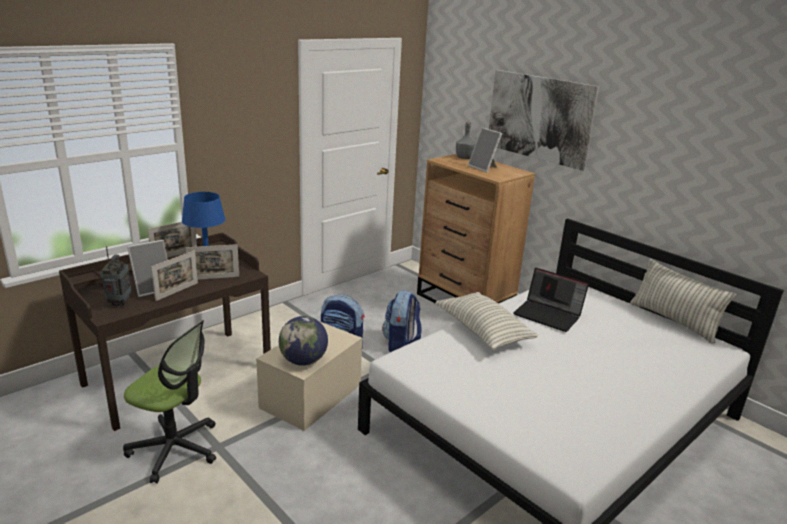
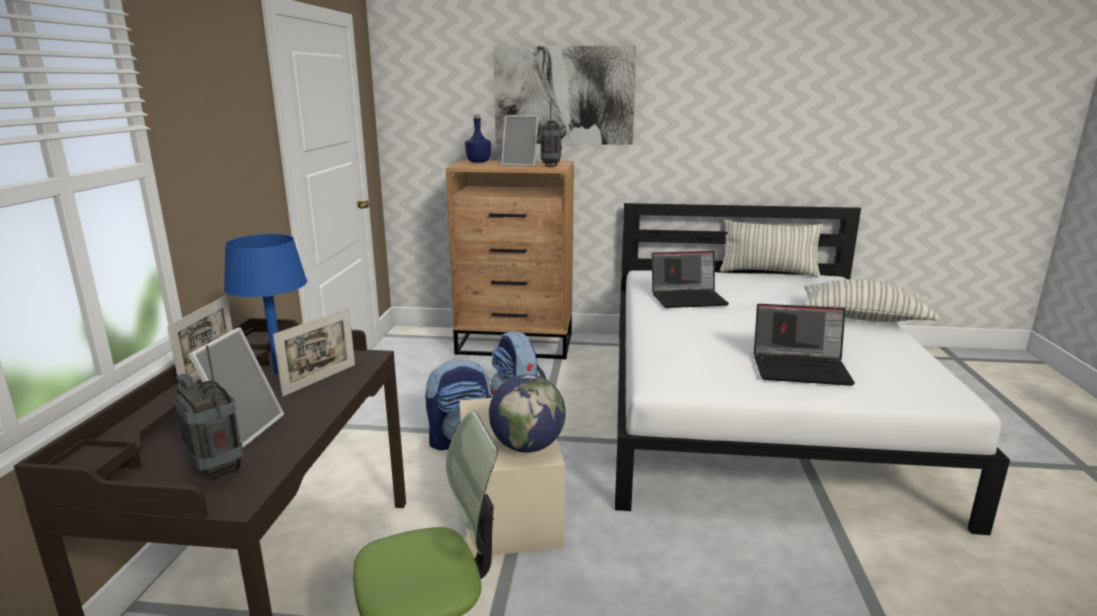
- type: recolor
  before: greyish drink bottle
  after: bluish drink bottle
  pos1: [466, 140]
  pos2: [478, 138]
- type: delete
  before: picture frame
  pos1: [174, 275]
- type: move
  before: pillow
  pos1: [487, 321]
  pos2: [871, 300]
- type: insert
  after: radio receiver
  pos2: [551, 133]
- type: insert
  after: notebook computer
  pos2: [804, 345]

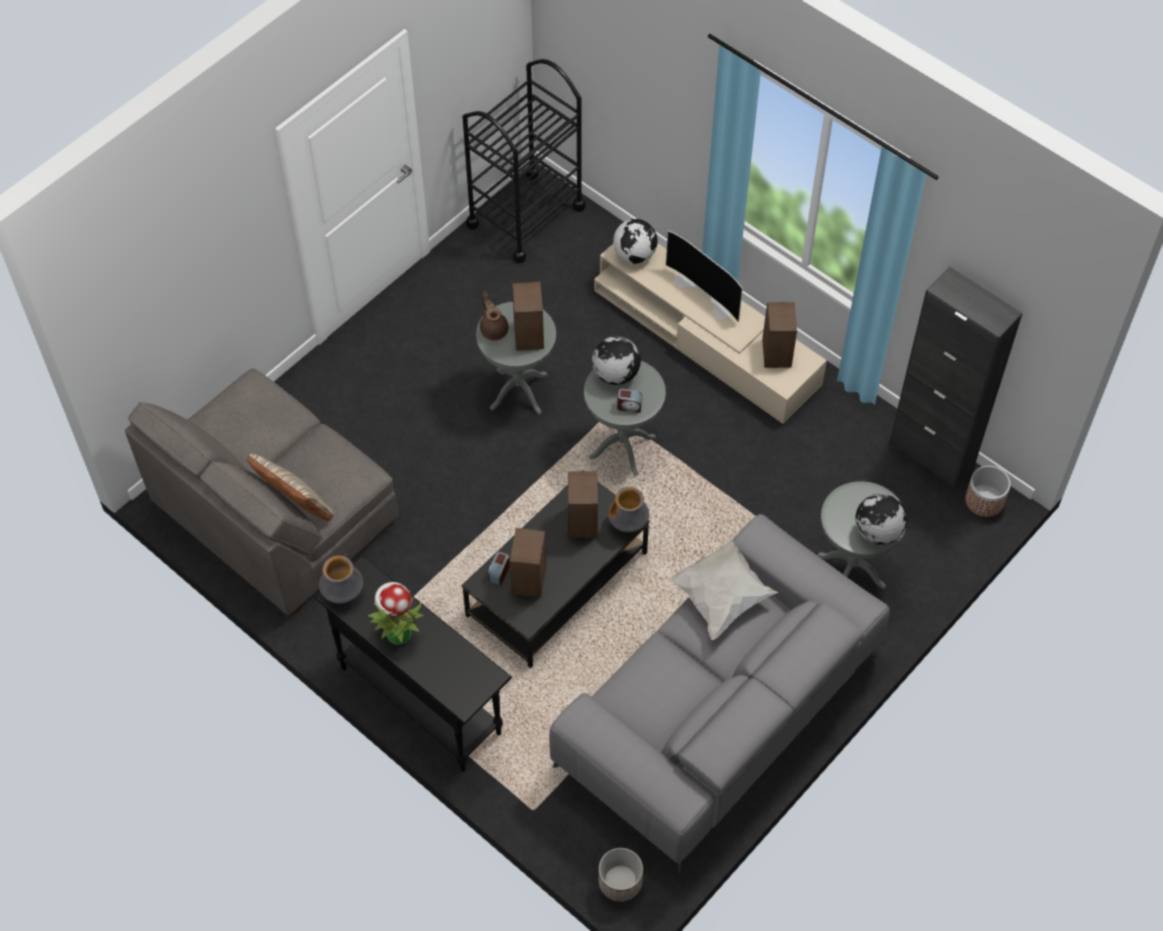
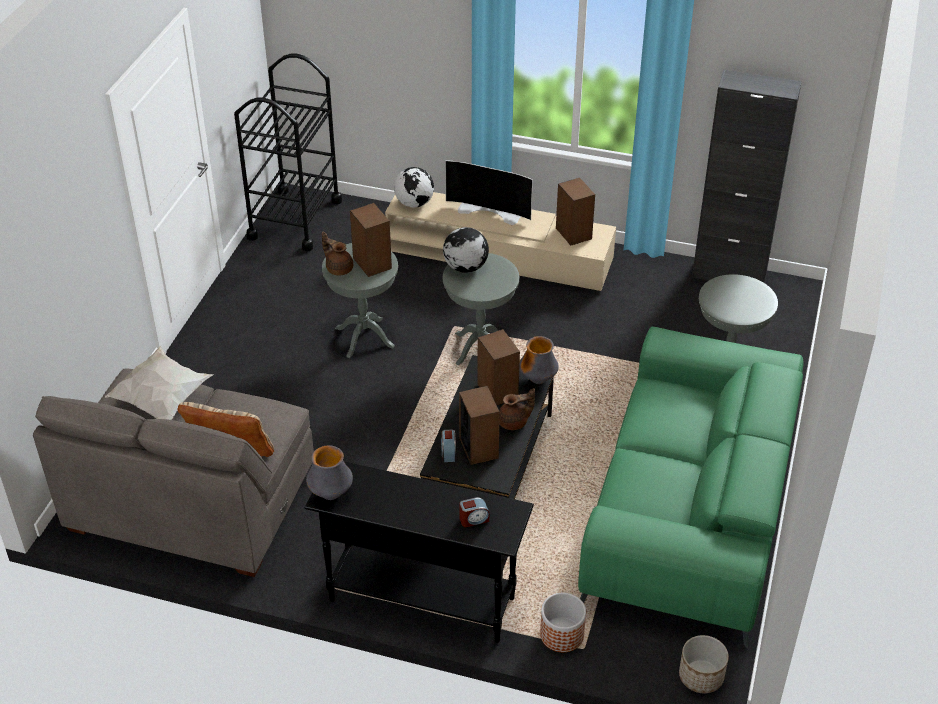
- type: move
  before: alarm clock
  pos1: [629, 400]
  pos2: [474, 512]
- type: move
  before: planter
  pos1: [988, 491]
  pos2: [563, 622]
- type: delete
  before: world globe
  pos1: [881, 519]
- type: recolor
  before: greyish sofa
  after: greenish sofa
  pos1: [719, 693]
  pos2: [691, 487]
- type: move
  before: white-coloured pillow
  pos1: [722, 588]
  pos2: [159, 383]
- type: delete
  before: houseplant
  pos1: [396, 613]
- type: insert
  after: brown teapot
  pos2: [517, 409]

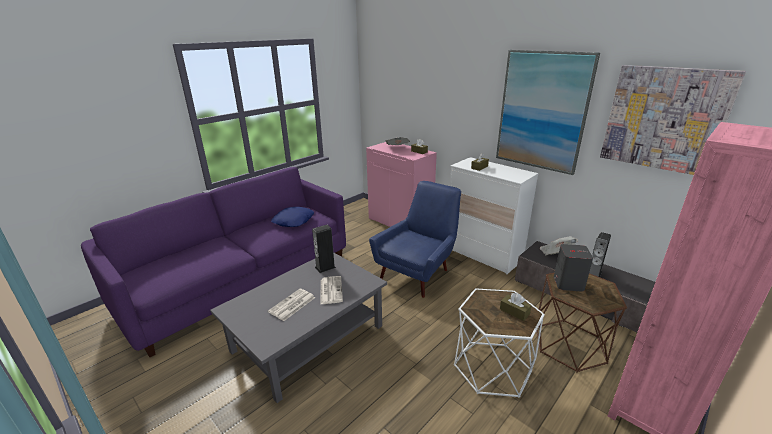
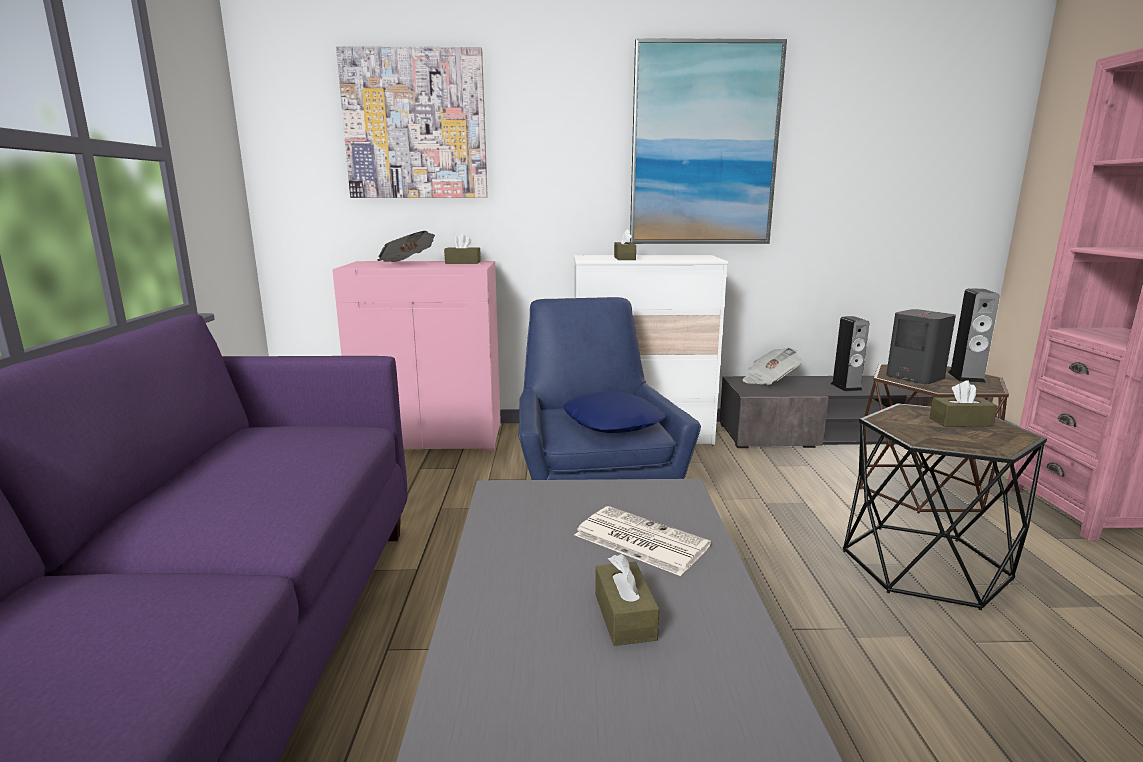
- type: move
  before: wall picture
  pos1: [673, 120]
  pos2: [412, 122]
- type: move
  before: bluish pillow
  pos1: [292, 217]
  pos2: [614, 412]
- type: move
  before: speaker
  pos1: [324, 249]
  pos2: [974, 335]
- type: recolor
  before: white-coloured accent table
  after: blackish accent table
  pos1: [499, 343]
  pos2: [945, 506]
- type: replace
  before: newspaper
  after: brown tissue holder
  pos1: [291, 305]
  pos2: [627, 600]

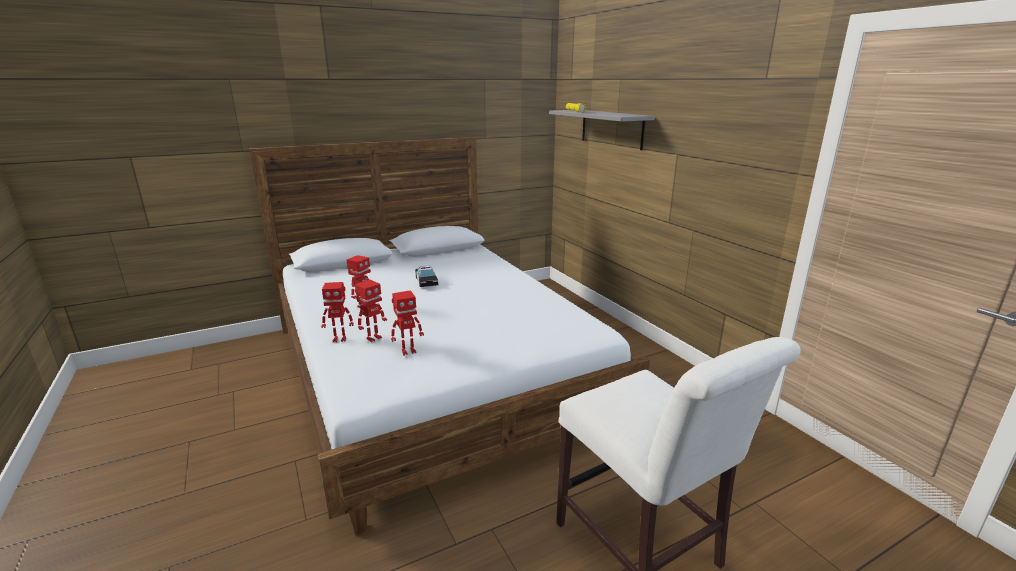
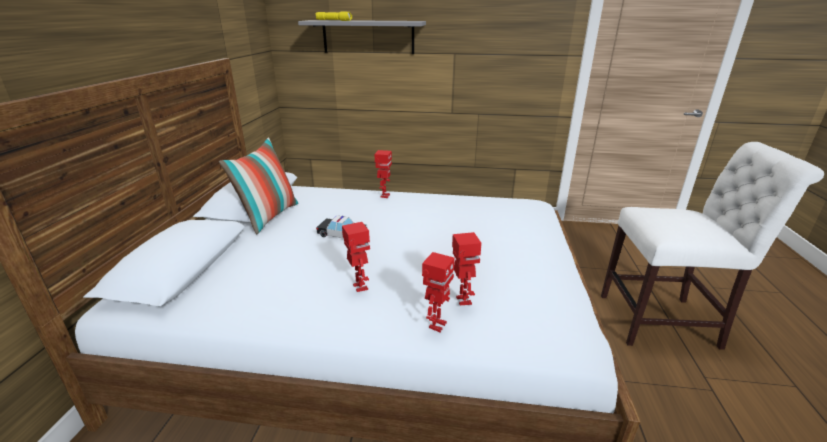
- type: move
  before: robot figure
  pos1: [407, 323]
  pos2: [383, 174]
- type: insert
  after: pillow
  pos2: [259, 185]

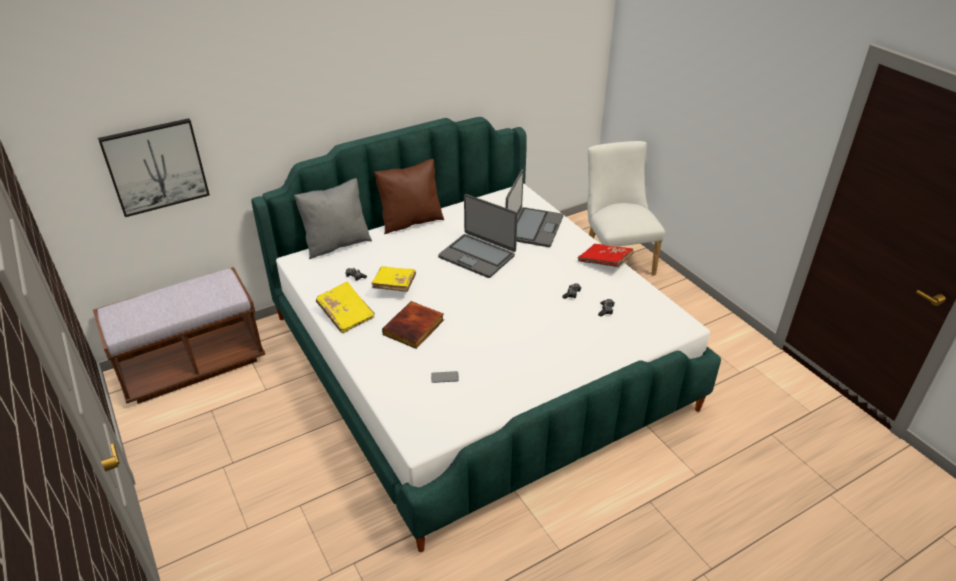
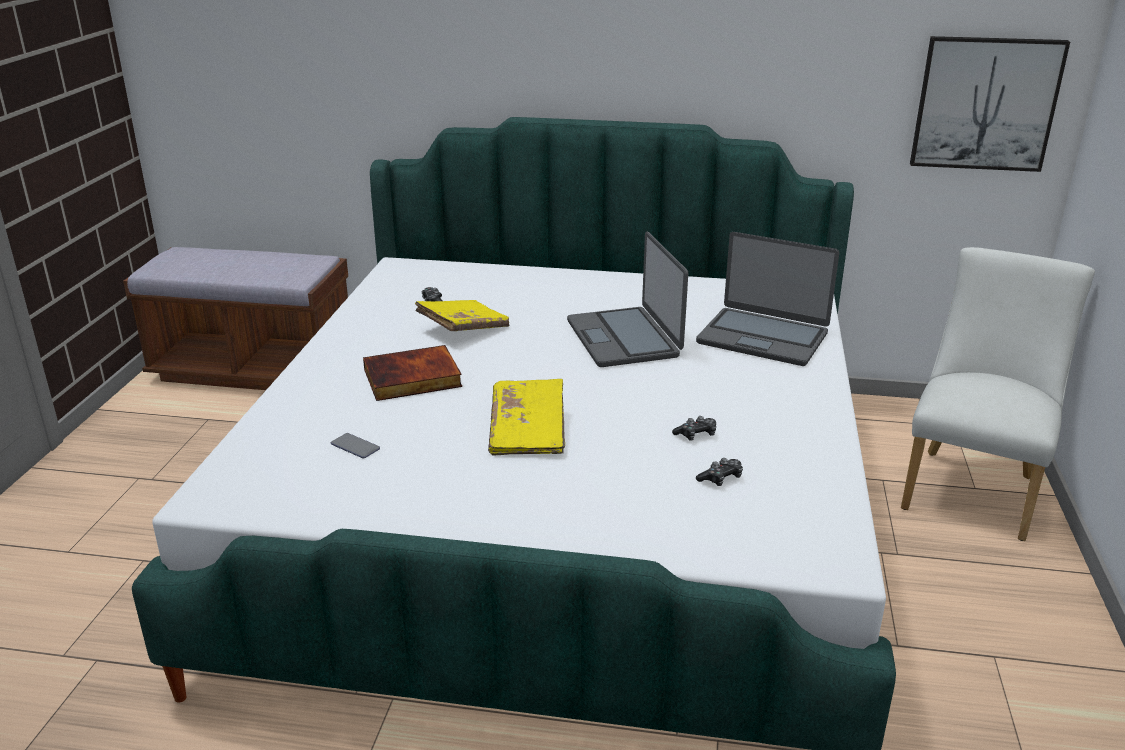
- type: move
  before: wall picture
  pos1: [154, 167]
  pos2: [990, 104]
- type: delete
  before: brown pillow
  pos1: [409, 196]
- type: rotate
  before: notebook computer
  pos1: [534, 208]
  pos2: [767, 299]
  turn: 60
- type: delete
  before: greyish pillow
  pos1: [333, 218]
- type: delete
  before: reddish volume
  pos1: [606, 255]
- type: move
  before: yellowish volume
  pos1: [345, 307]
  pos2: [526, 417]

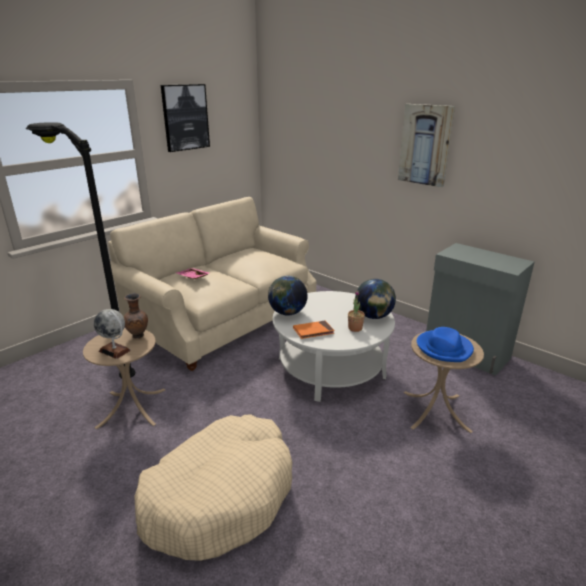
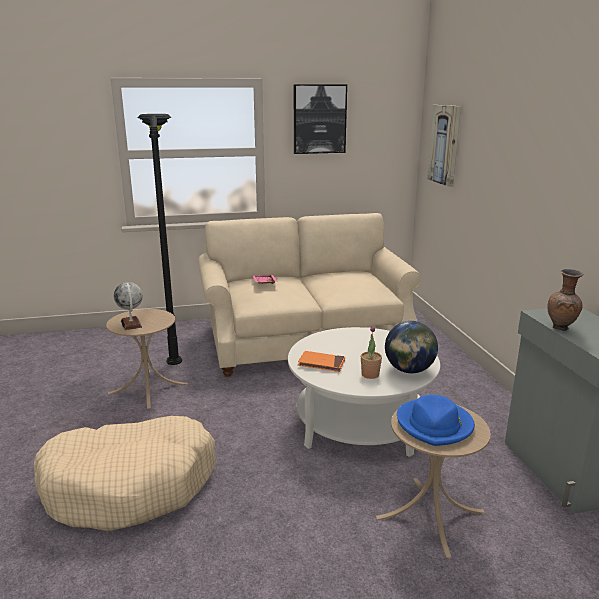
- type: move
  before: wall picture
  pos1: [426, 145]
  pos2: [444, 146]
- type: delete
  before: world globe
  pos1: [288, 295]
- type: move
  before: brown vase
  pos1: [136, 315]
  pos2: [565, 300]

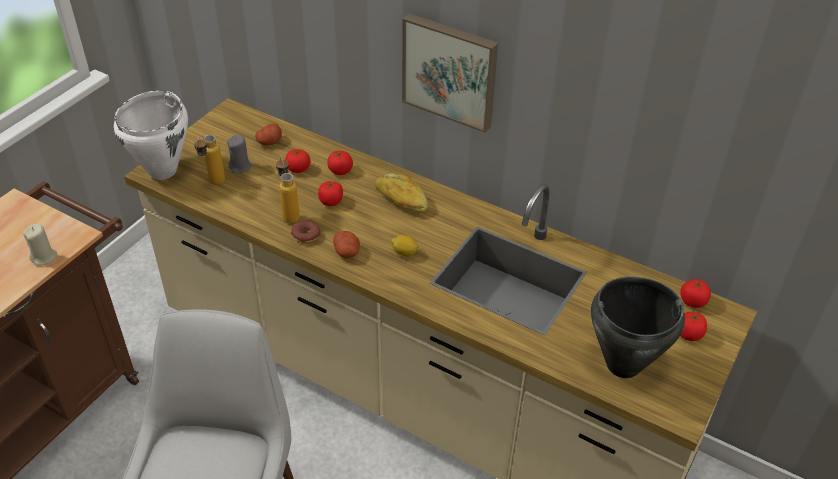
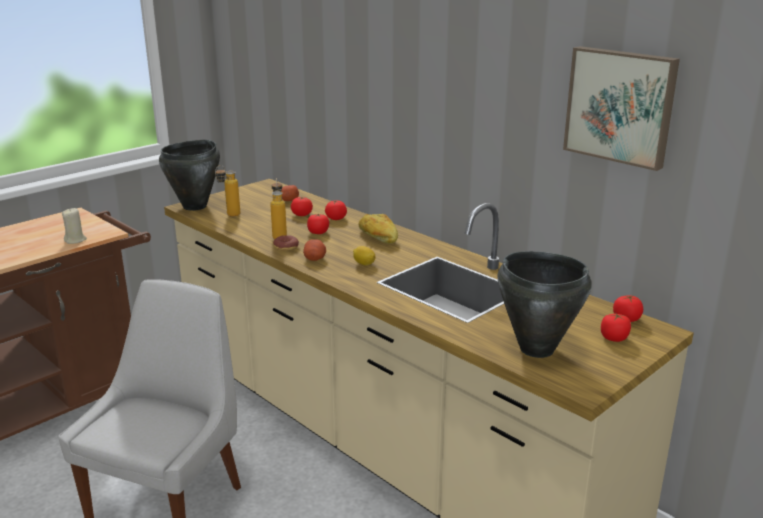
- type: move
  before: wall picture
  pos1: [450, 73]
  pos2: [621, 108]
- type: recolor
  before: white-coloured stockpot
  after: blackish stockpot
  pos1: [151, 135]
  pos2: [189, 175]
- type: delete
  before: greyish wax light
  pos1: [239, 154]

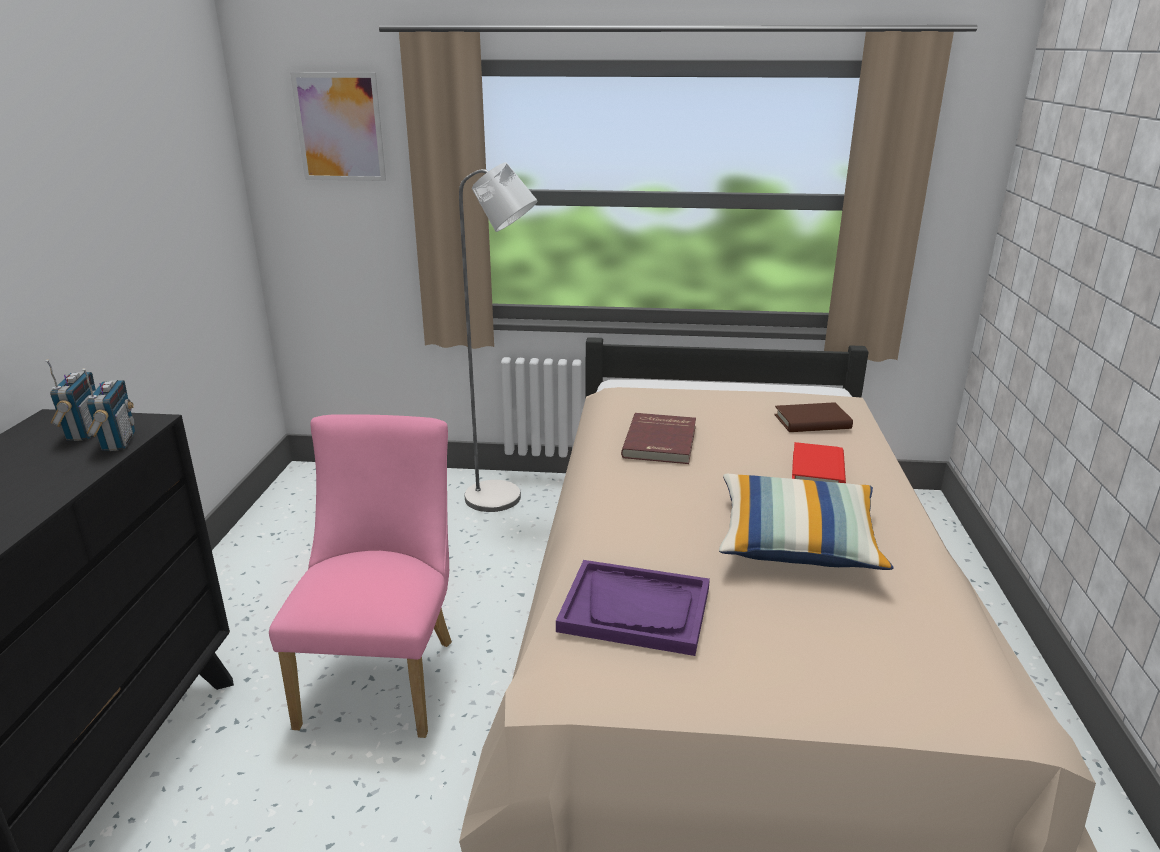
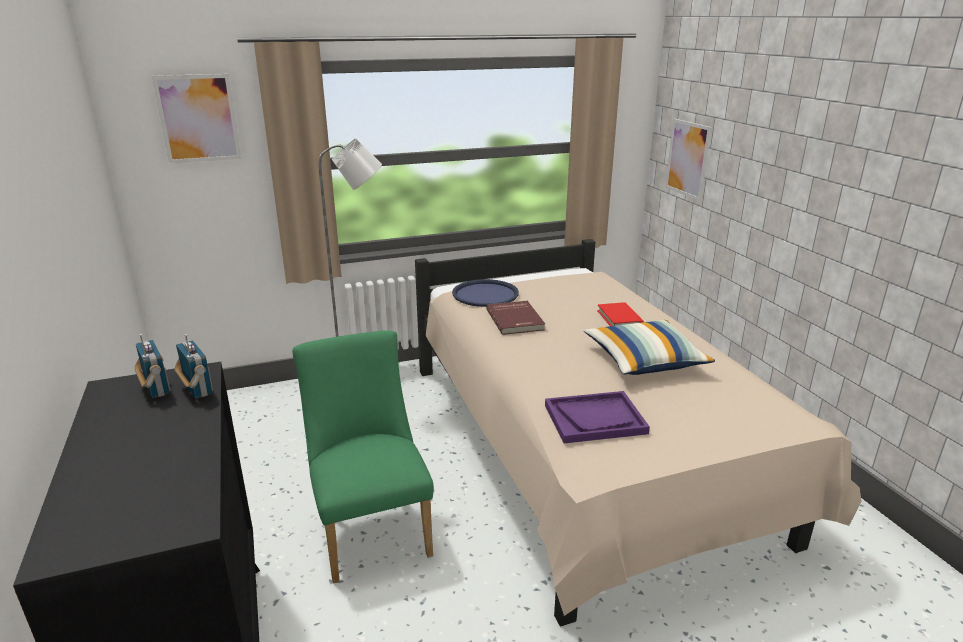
- type: delete
  before: brown volume
  pos1: [813, 417]
- type: recolor
  before: pink plain chair
  after: greenish plain chair
  pos1: [360, 576]
  pos2: [363, 457]
- type: insert
  after: wall picture
  pos2: [688, 160]
- type: insert
  after: bluish tray
  pos2: [485, 293]

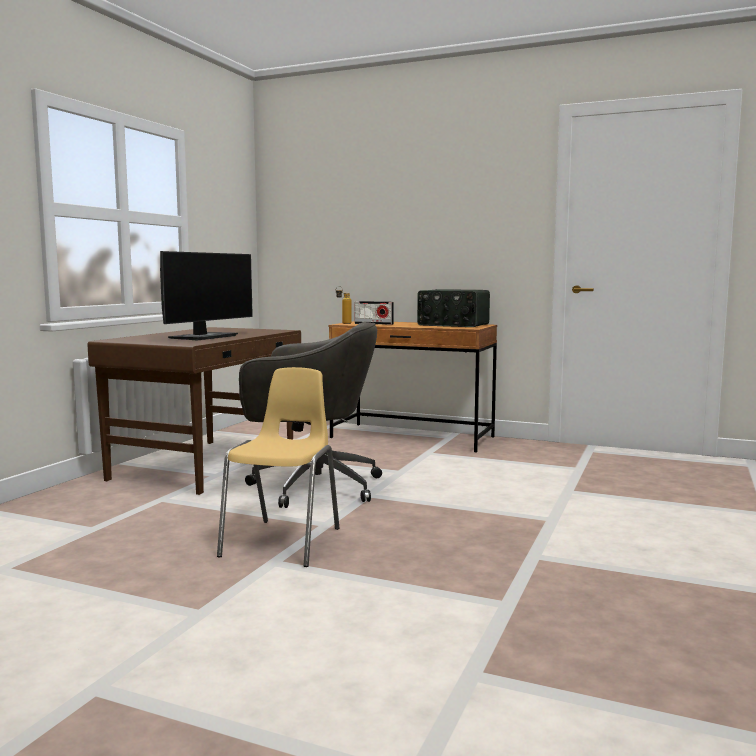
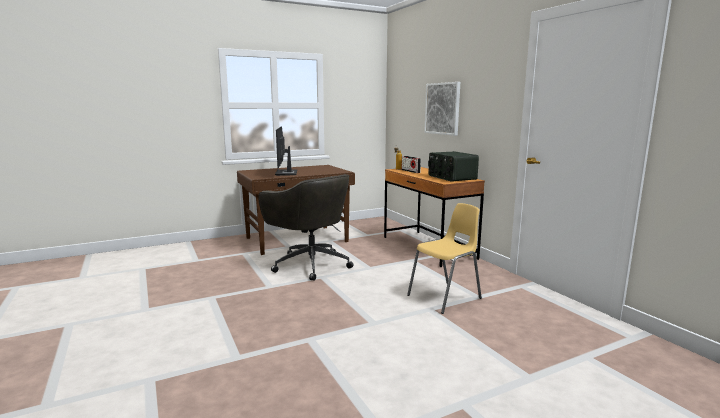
- type: rotate
  before: computer screen
  pos1: [206, 295]
  pos2: [286, 151]
  turn: 105
- type: move
  before: yellowish plain chair
  pos1: [278, 467]
  pos2: [444, 258]
- type: insert
  after: wall picture
  pos2: [442, 109]

